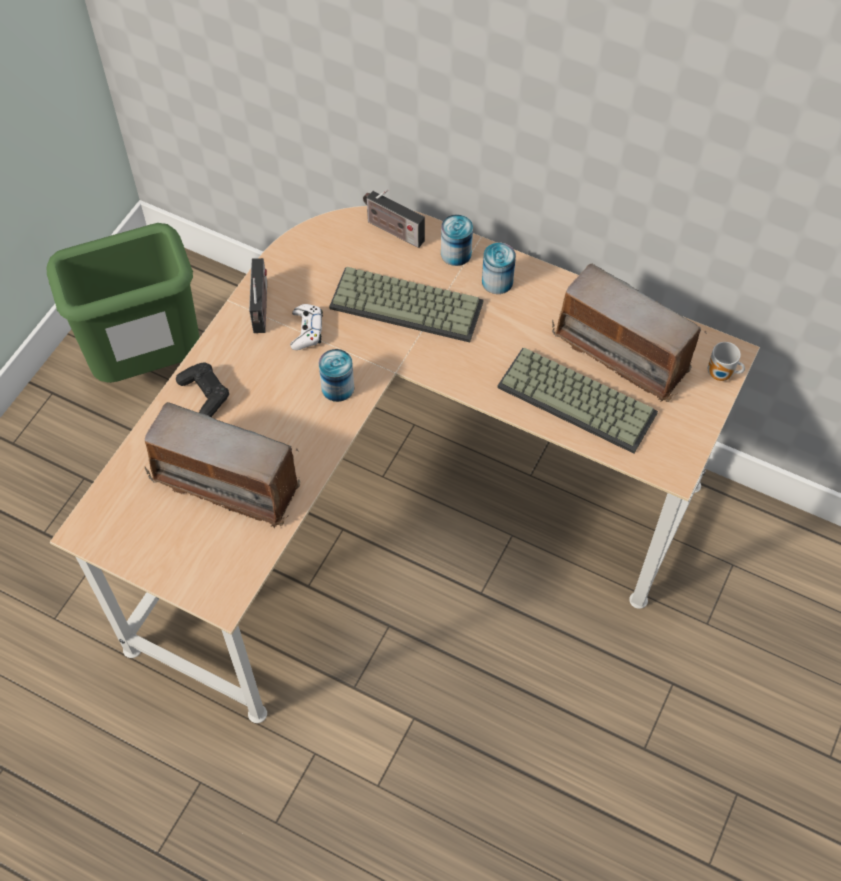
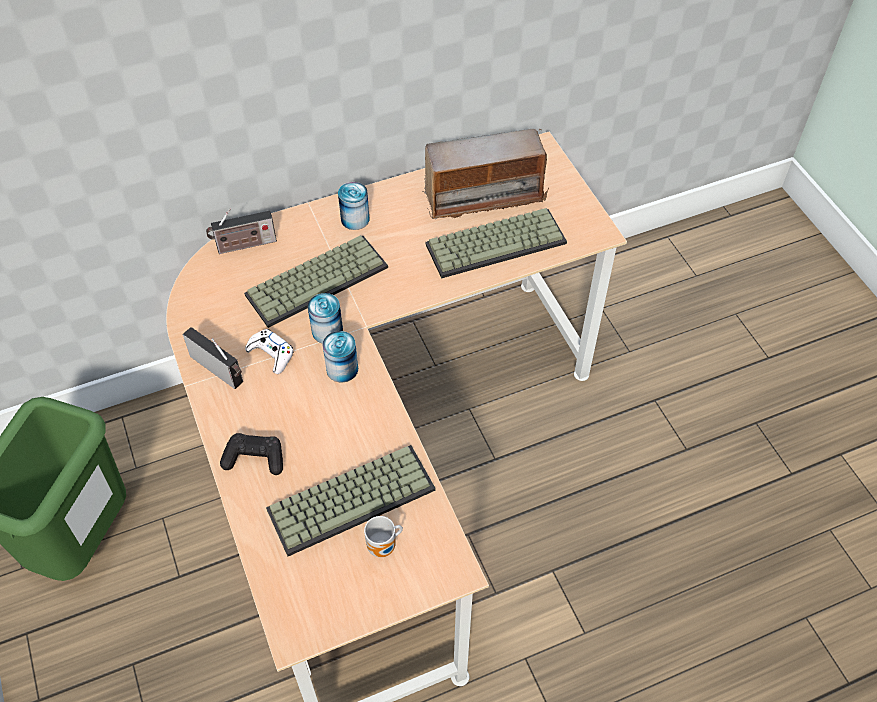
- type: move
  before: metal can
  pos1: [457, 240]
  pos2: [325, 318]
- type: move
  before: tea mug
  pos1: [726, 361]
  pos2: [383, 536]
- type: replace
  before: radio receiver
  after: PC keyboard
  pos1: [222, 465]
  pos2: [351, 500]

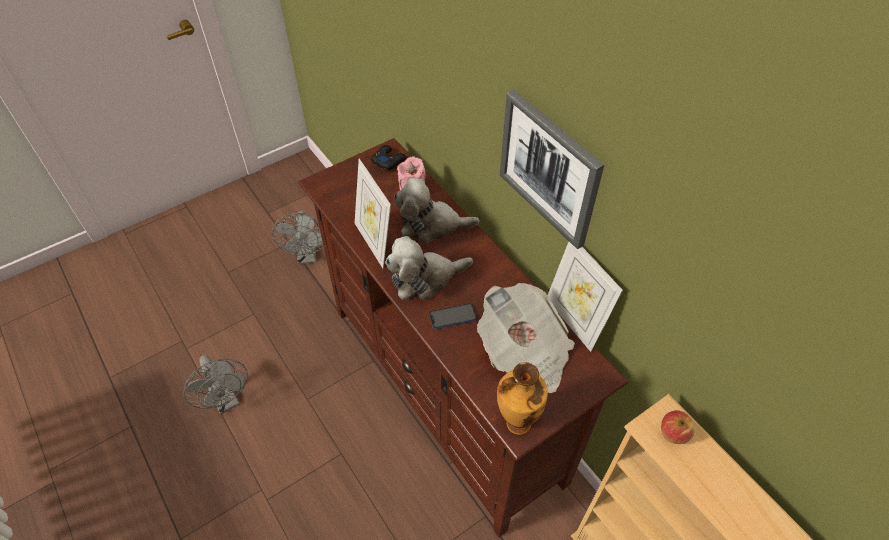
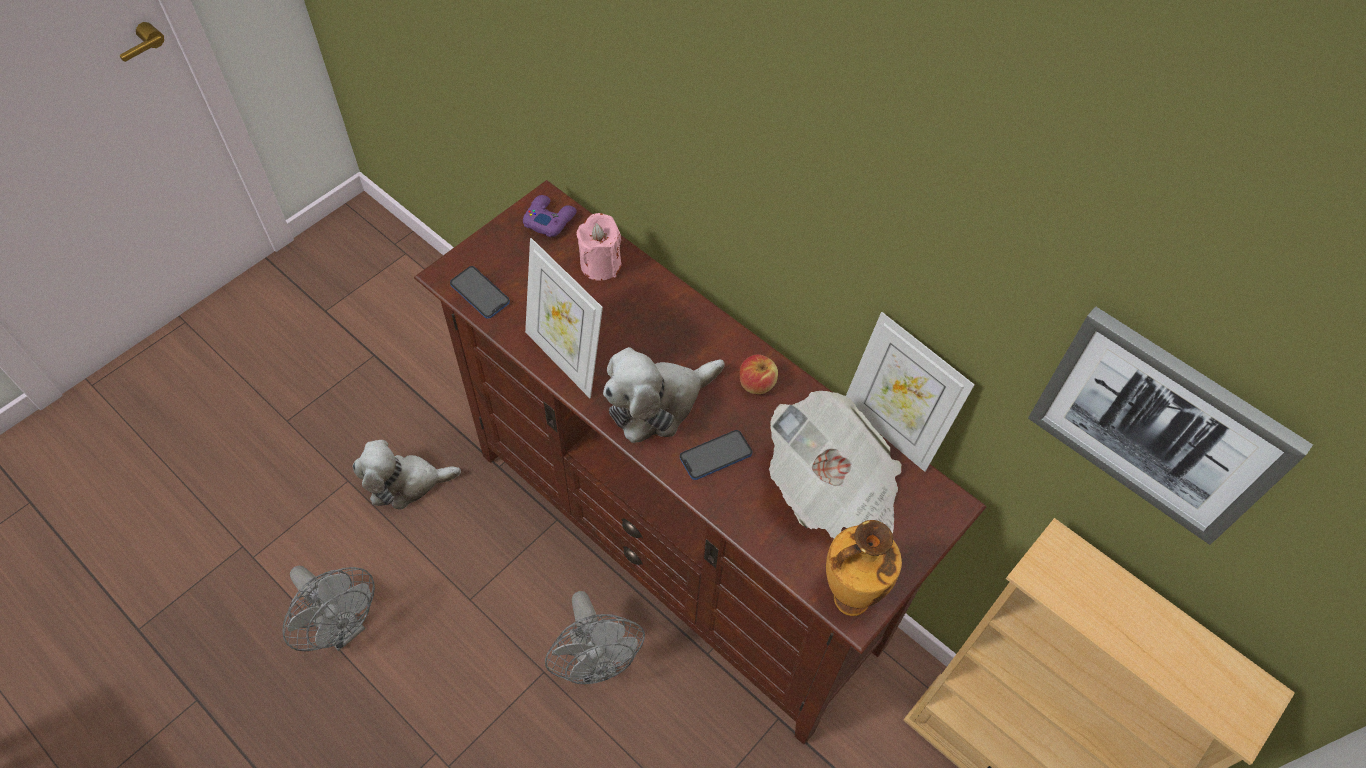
- type: move
  before: wall picture
  pos1: [552, 169]
  pos2: [1170, 425]
- type: recolor
  before: blackish joypad
  after: purple joypad
  pos1: [388, 157]
  pos2: [550, 216]
- type: move
  before: plush toy
  pos1: [436, 210]
  pos2: [407, 475]
- type: move
  before: greyish fan
  pos1: [297, 237]
  pos2: [595, 637]
- type: move
  before: apple fruit
  pos1: [678, 427]
  pos2: [759, 374]
- type: insert
  after: telephone
  pos2: [480, 292]

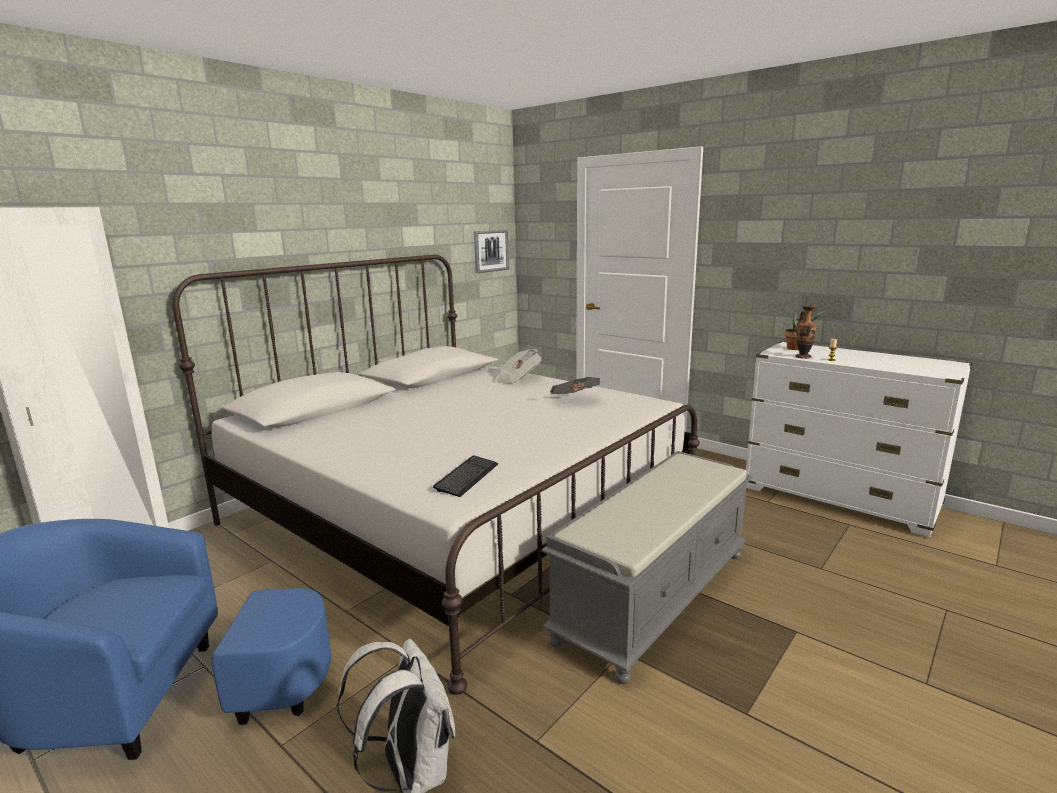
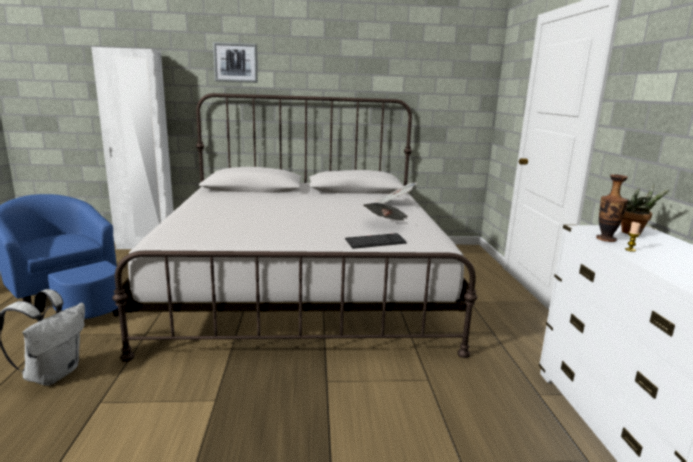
- type: move
  before: wall picture
  pos1: [491, 251]
  pos2: [235, 62]
- type: delete
  before: greyish bench
  pos1: [647, 567]
- type: move
  before: PC keyboard
  pos1: [465, 476]
  pos2: [376, 241]

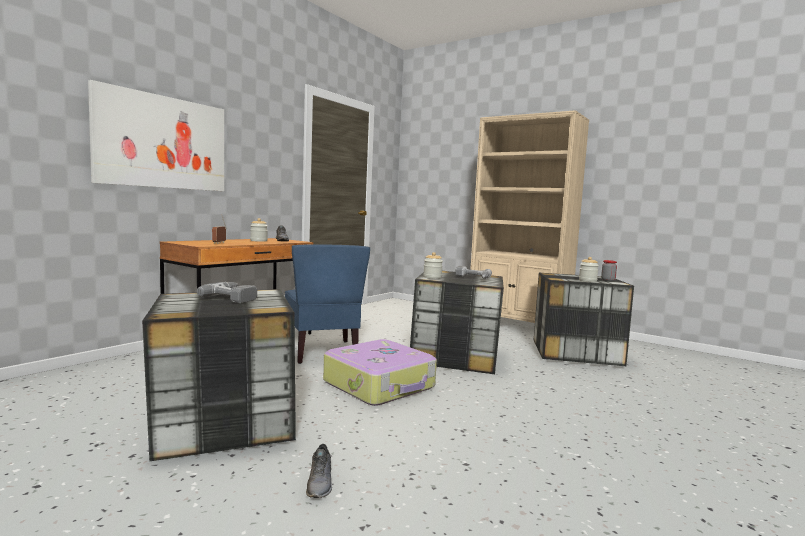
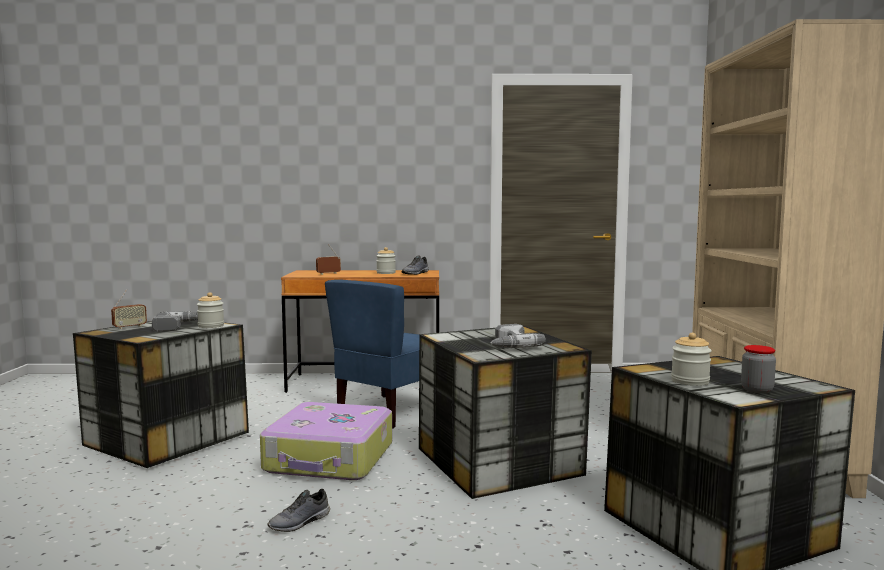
- type: delete
  before: wall picture
  pos1: [156, 135]
- type: move
  before: storage jar
  pos1: [433, 265]
  pos2: [210, 310]
- type: move
  before: greyish item of footwear
  pos1: [319, 471]
  pos2: [298, 510]
- type: insert
  after: radio receiver
  pos2: [129, 309]

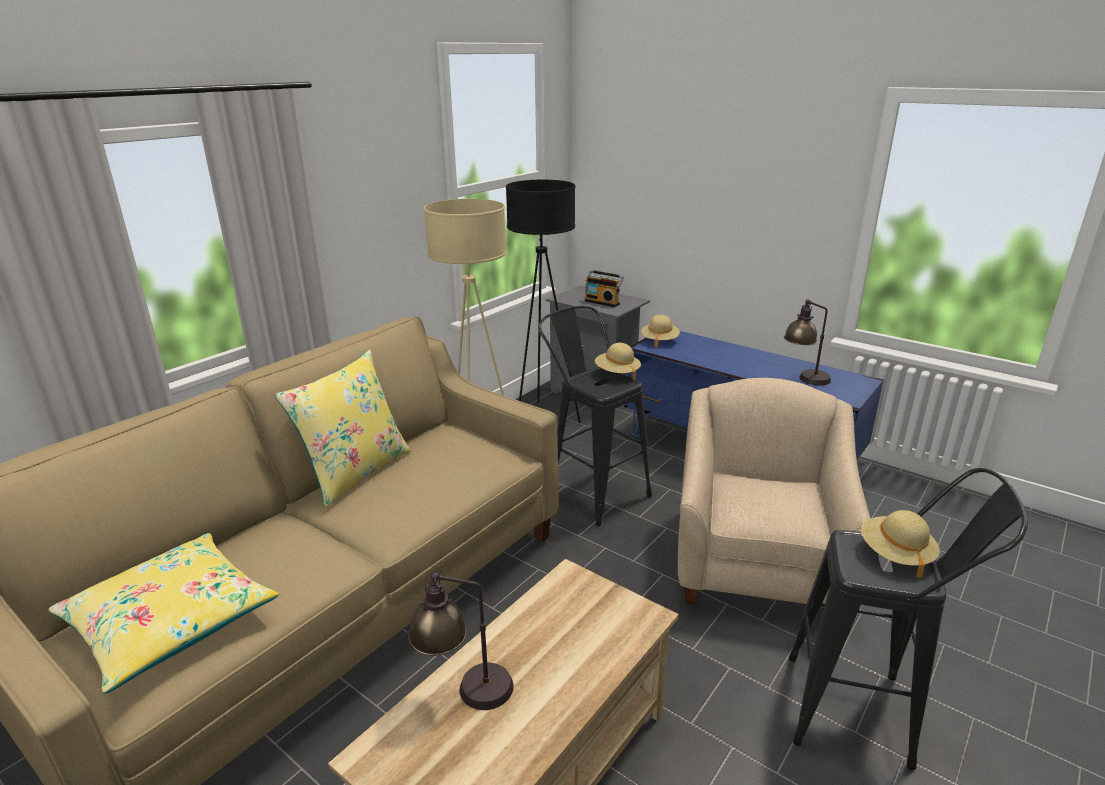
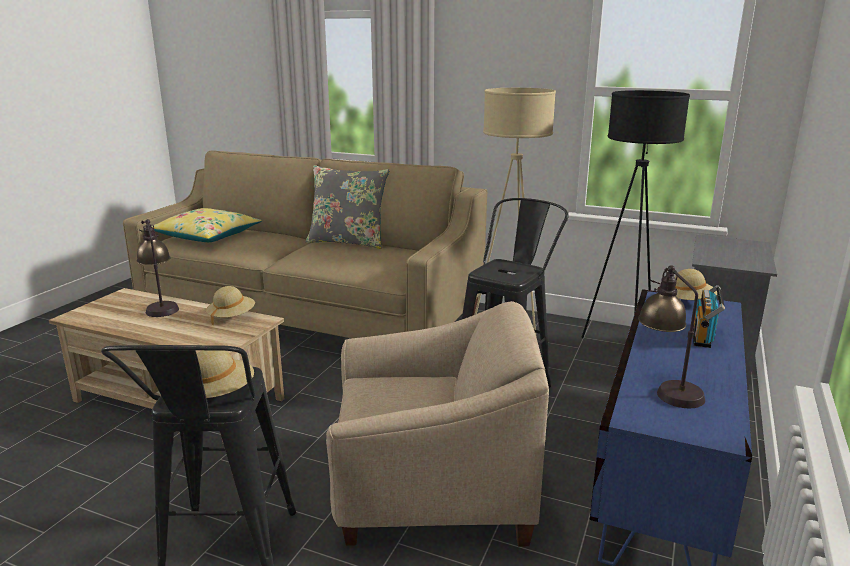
- type: move
  before: radio receiver
  pos1: [604, 288]
  pos2: [709, 316]
- type: move
  before: beige clothing hat
  pos1: [618, 361]
  pos2: [230, 305]
- type: recolor
  before: yellowish pillow
  after: greyish pillow
  pos1: [343, 429]
  pos2: [347, 207]

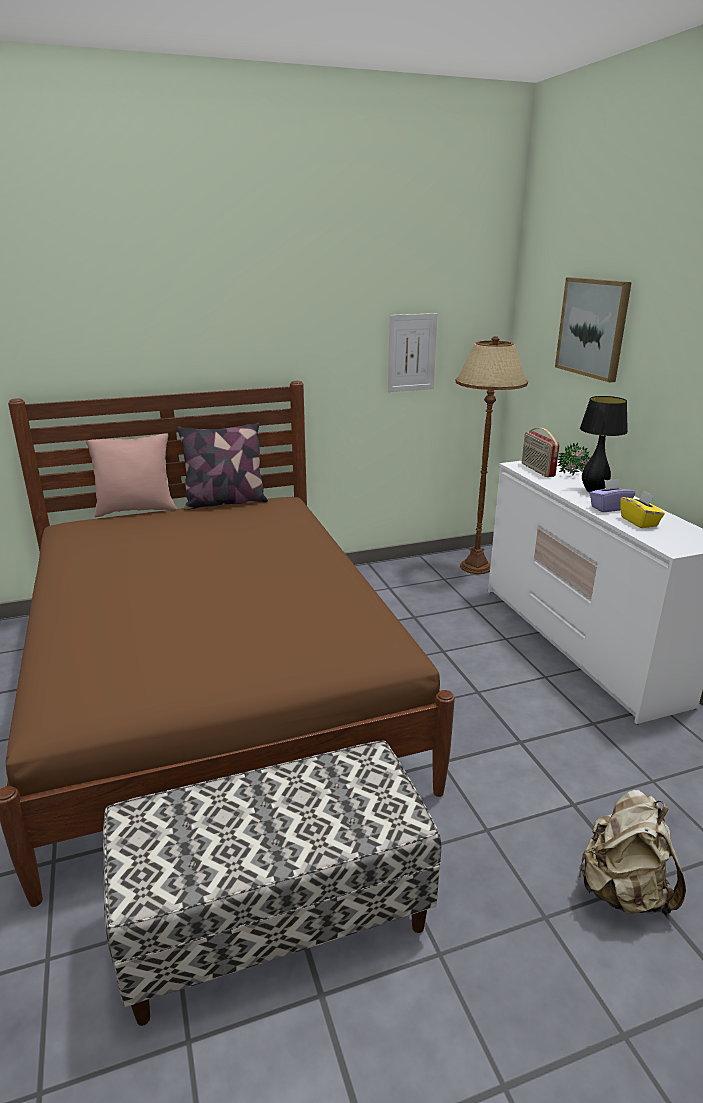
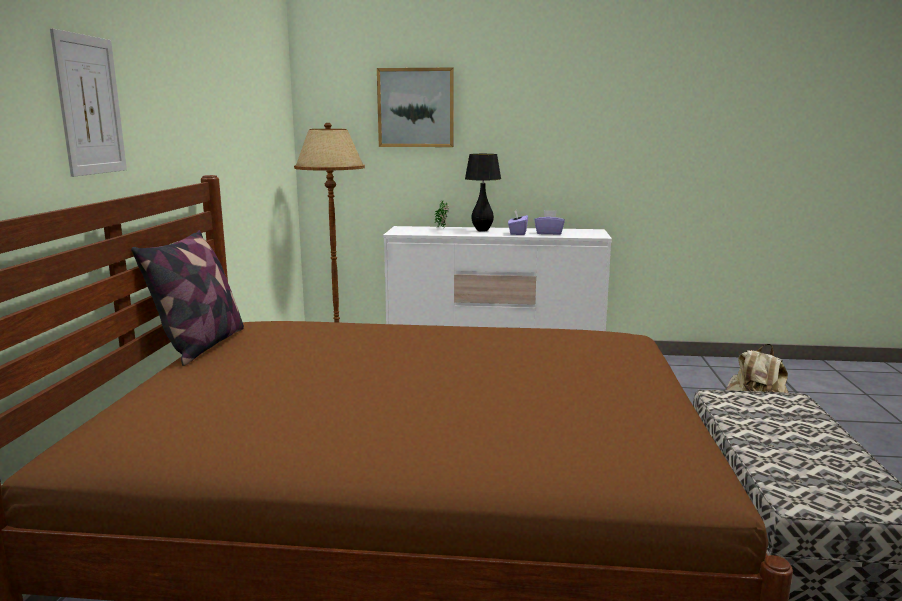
- type: move
  before: wall picture
  pos1: [412, 352]
  pos2: [88, 102]
- type: delete
  before: radio receiver
  pos1: [541, 452]
- type: delete
  before: pink pillow
  pos1: [131, 475]
- type: recolor
  before: yellowish tissue holder
  after: purple tissue holder
  pos1: [642, 509]
  pos2: [549, 222]

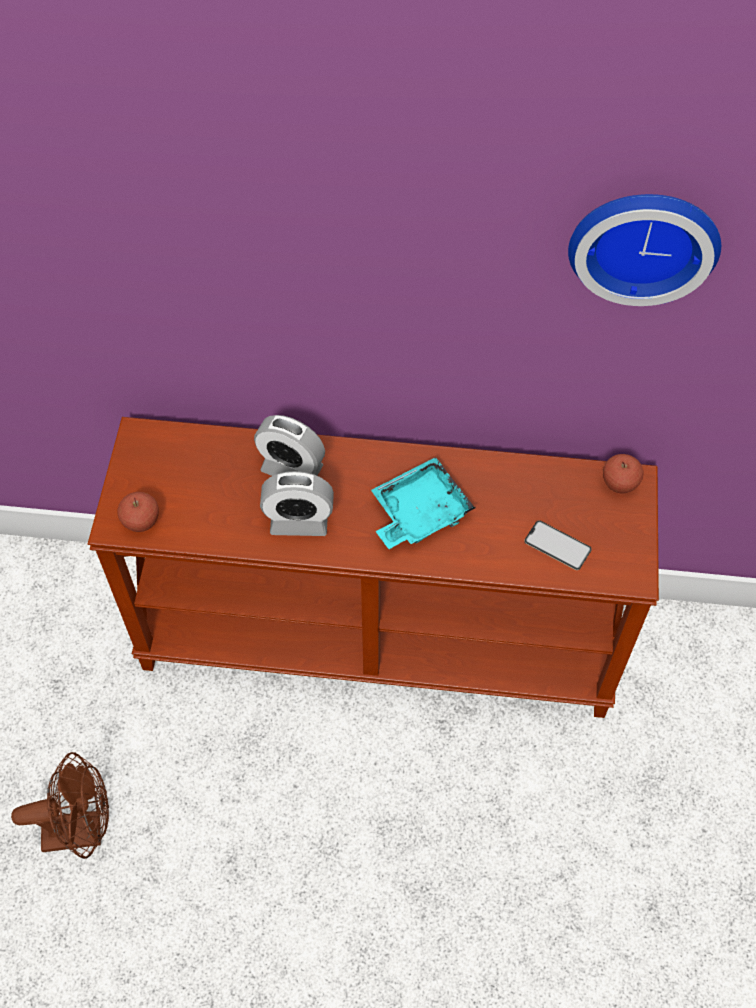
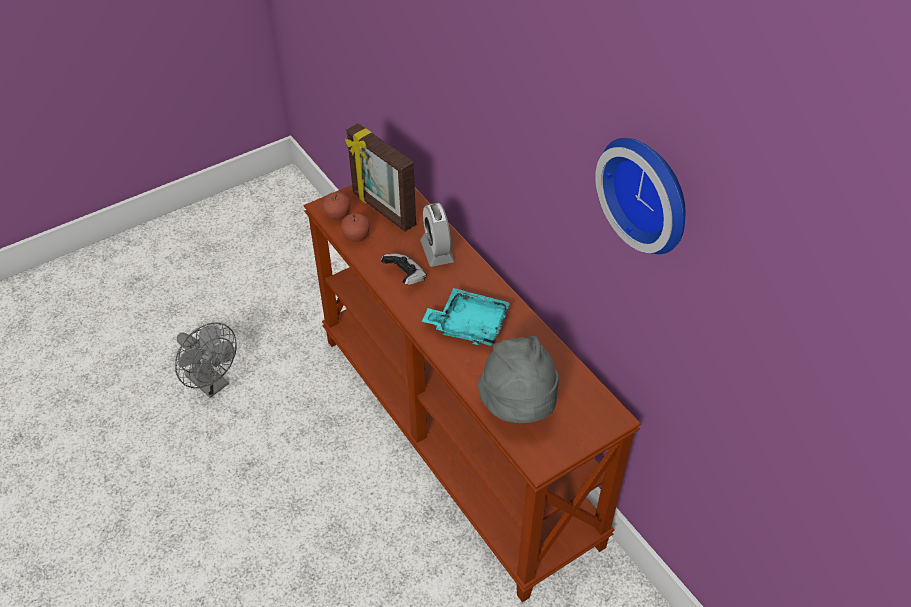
- type: move
  before: apple fruit
  pos1: [623, 474]
  pos2: [355, 227]
- type: replace
  before: alarm clock
  after: joypad
  pos1: [297, 503]
  pos2: [404, 269]
- type: replace
  before: telephone
  after: greyish clothing hat
  pos1: [558, 545]
  pos2: [518, 379]
- type: recolor
  before: brown fan
  after: greyish fan
  pos1: [60, 805]
  pos2: [206, 360]
- type: insert
  after: picture frame
  pos2: [380, 177]

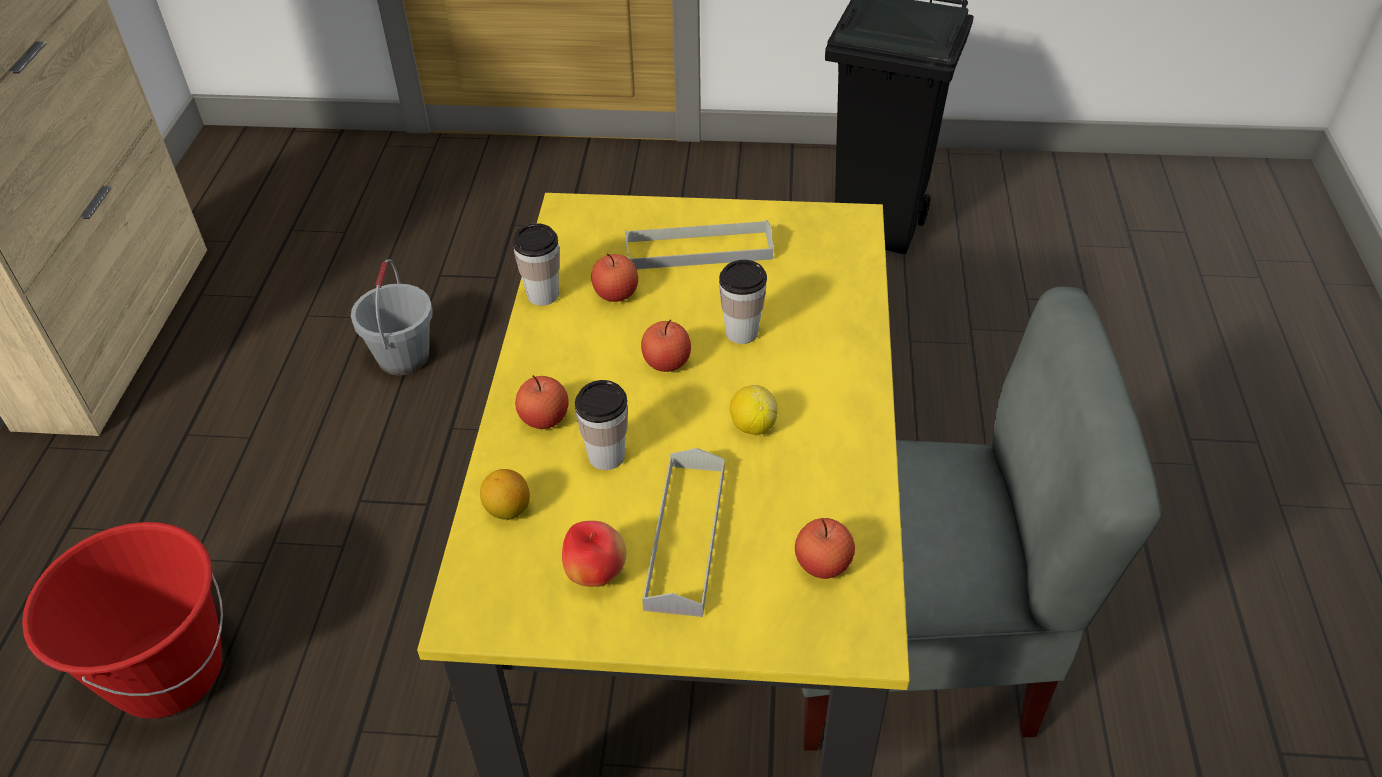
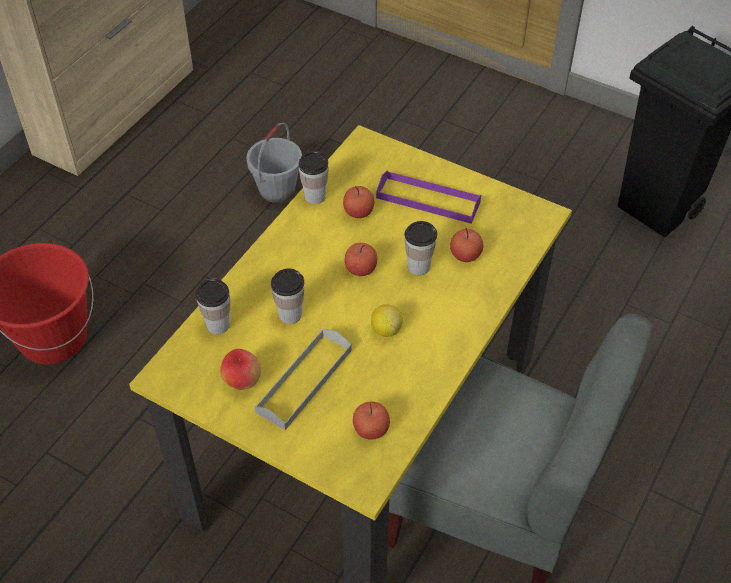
- type: recolor
  before: greyish tray
  after: purple tray
  pos1: [699, 244]
  pos2: [428, 197]
- type: move
  before: apple fruit
  pos1: [542, 402]
  pos2: [466, 245]
- type: replace
  before: lemon
  after: cup
  pos1: [505, 494]
  pos2: [213, 307]

